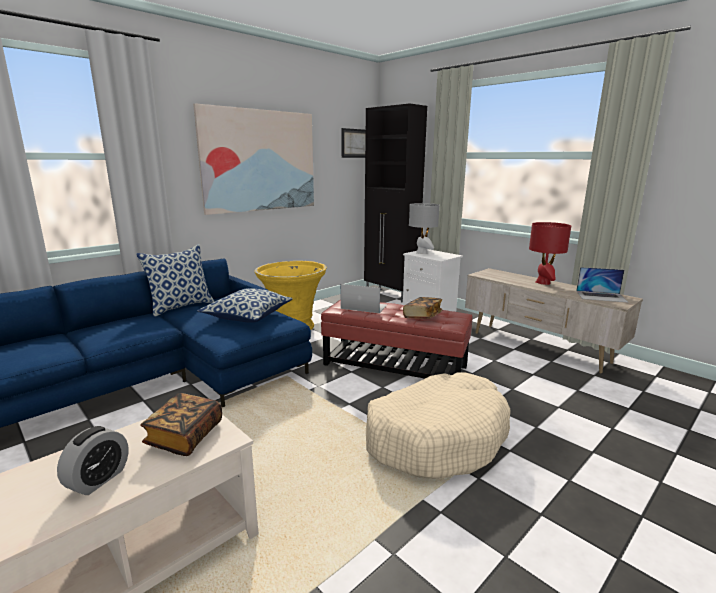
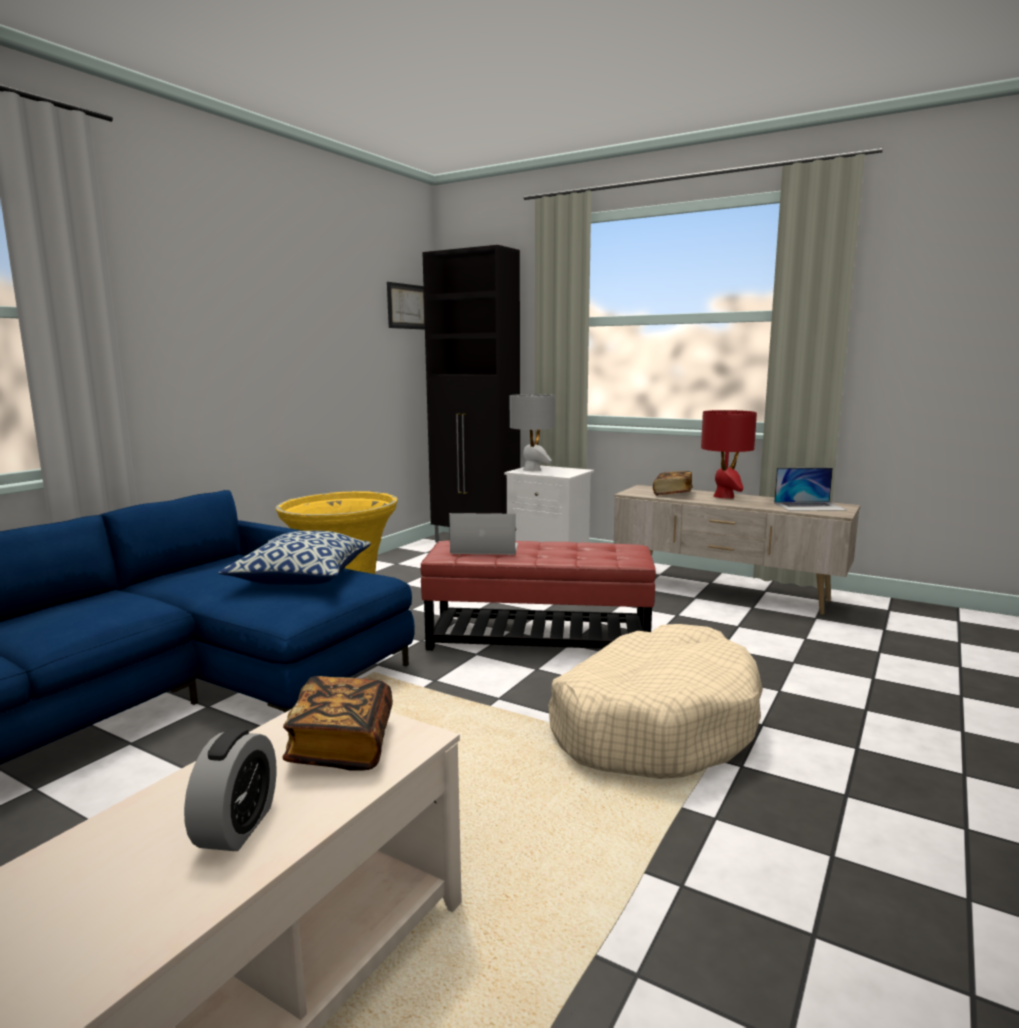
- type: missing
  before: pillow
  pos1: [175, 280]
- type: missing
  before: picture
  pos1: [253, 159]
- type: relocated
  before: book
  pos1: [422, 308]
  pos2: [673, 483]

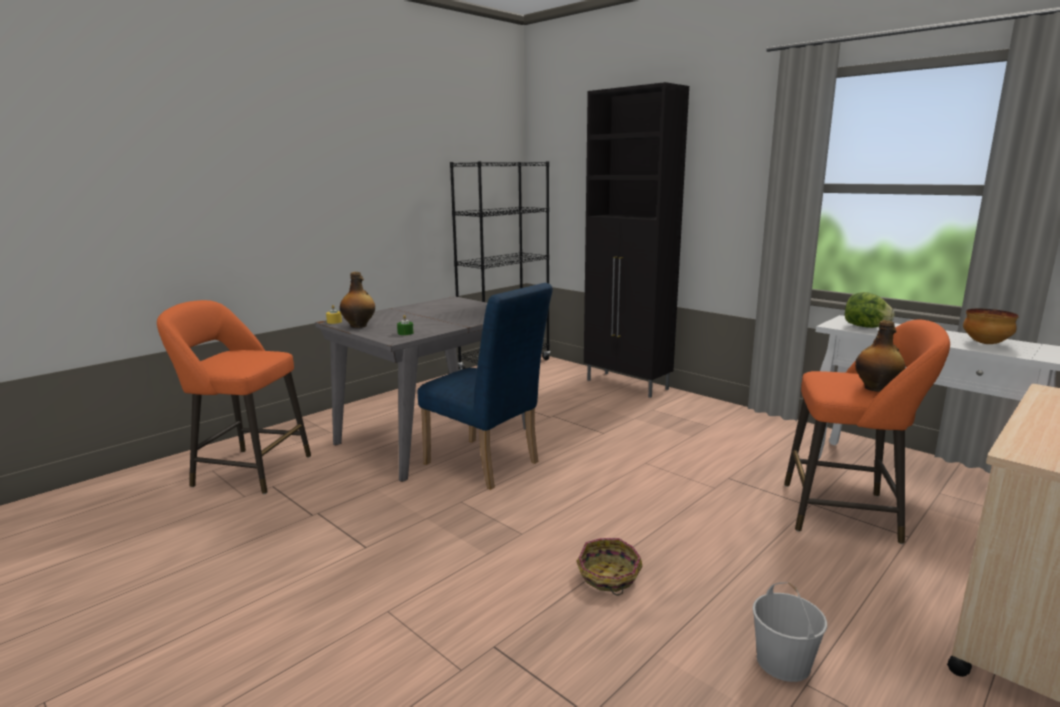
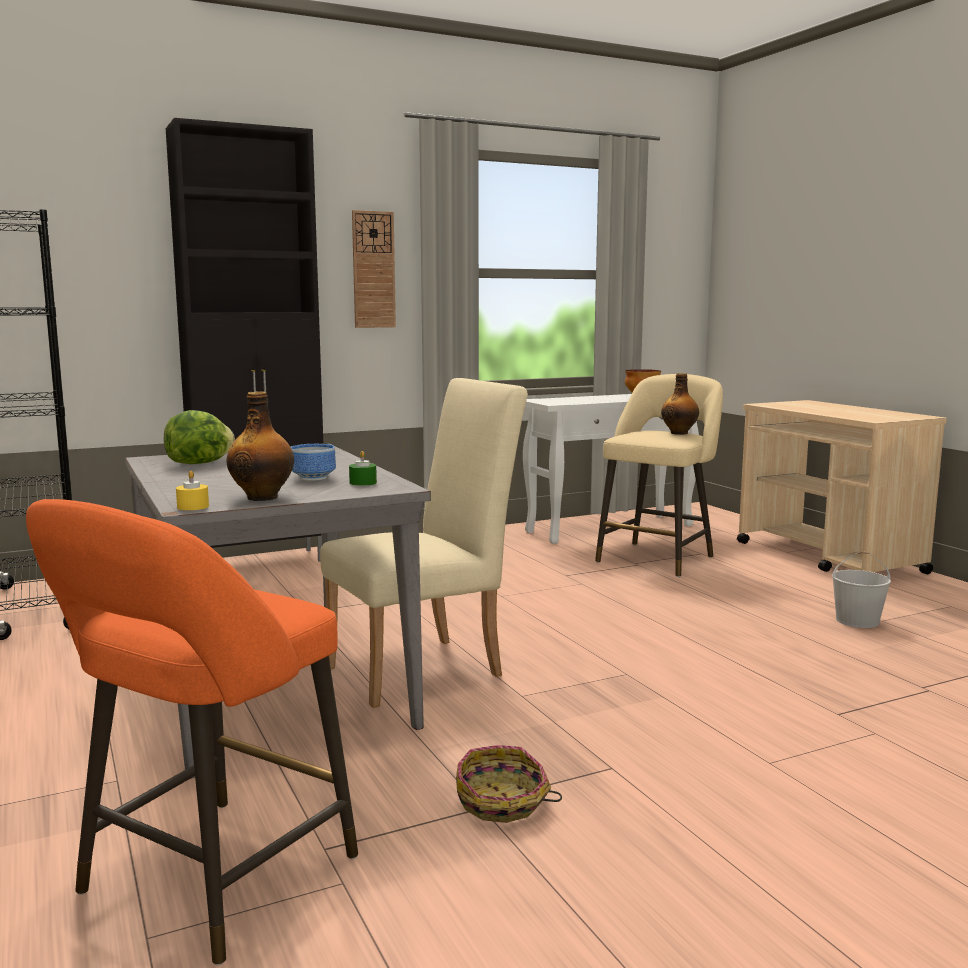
- type: colour
  before: blue chair
  after: beige chair
  pos1: [485, 386]
  pos2: [424, 543]
- type: relocated
  before: basket
  pos1: [609, 567]
  pos2: [509, 784]
- type: colour
  before: orange stool
  after: beige stool
  pos1: [867, 432]
  pos2: [659, 475]
- type: relocated
  before: lettuce
  pos1: [870, 310]
  pos2: [199, 437]
- type: appeared
  after: bowl
  pos2: [313, 462]
- type: appeared
  after: wall clock
  pos2: [374, 269]

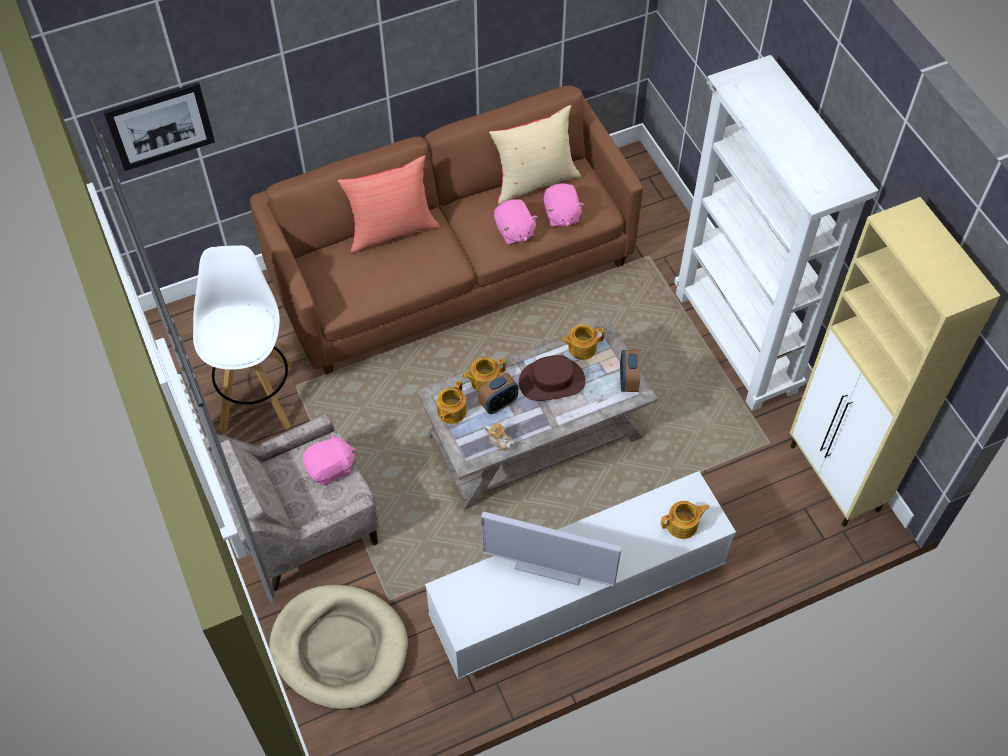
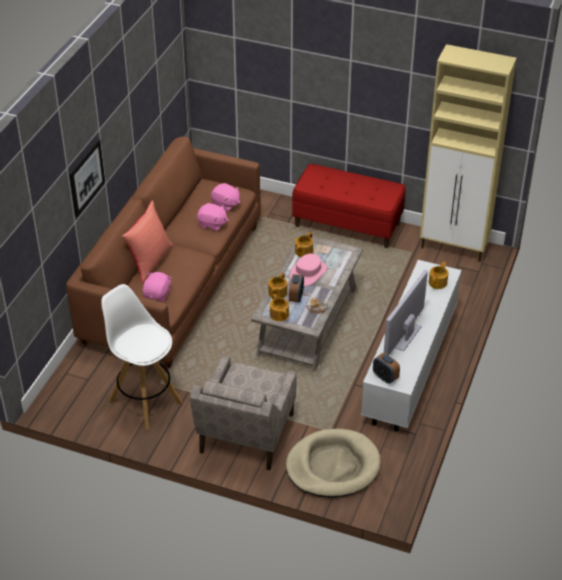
- type: relocated
  before: picture
  pos1: [159, 126]
  pos2: [87, 178]
- type: relocated
  before: pink plush toy
  pos1: [329, 458]
  pos2: [157, 286]
- type: spun
  before: television
  pos1: [552, 549]
  pos2: [406, 313]
  turn: 150
- type: missing
  before: beige pillow
  pos1: [535, 154]
- type: colour
  before: brown hat
  after: pink hat
  pos1: [552, 378]
  pos2: [308, 270]
- type: relocated
  before: alarm clock
  pos1: [630, 371]
  pos2: [386, 368]
- type: exchanged
  before: white bookcase
  after: red bench
  pos1: [776, 233]
  pos2: [349, 206]

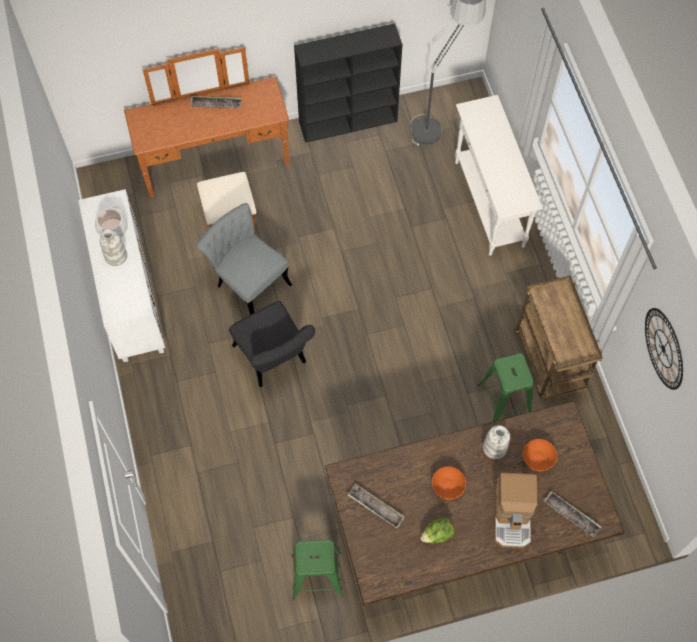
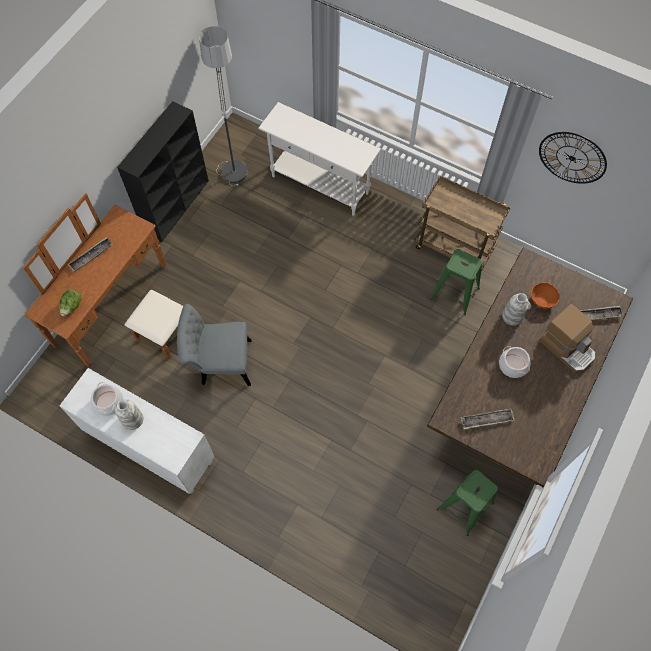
- type: missing
  before: black chair
  pos1: [272, 344]
- type: relocated
  before: lettuce
  pos1: [438, 531]
  pos2: [70, 302]
- type: exchanged
  before: orange bowl
  after: cooking pot
  pos1: [449, 483]
  pos2: [515, 362]

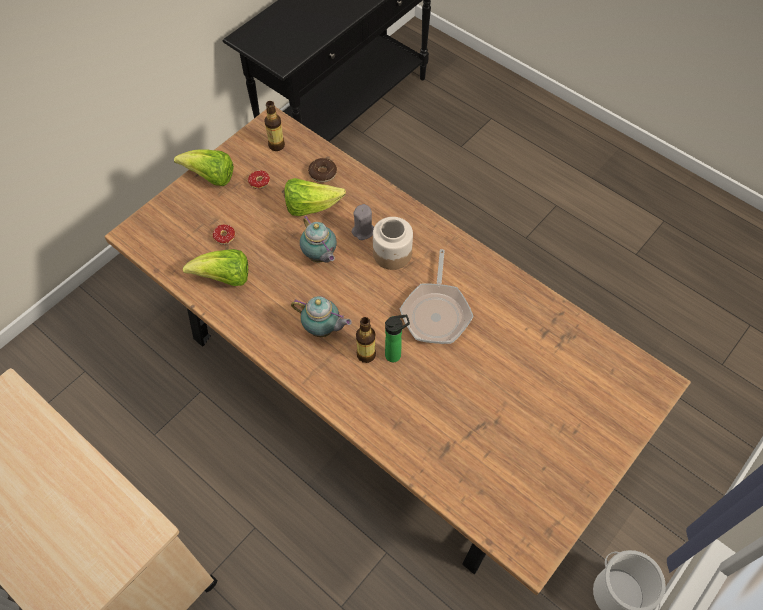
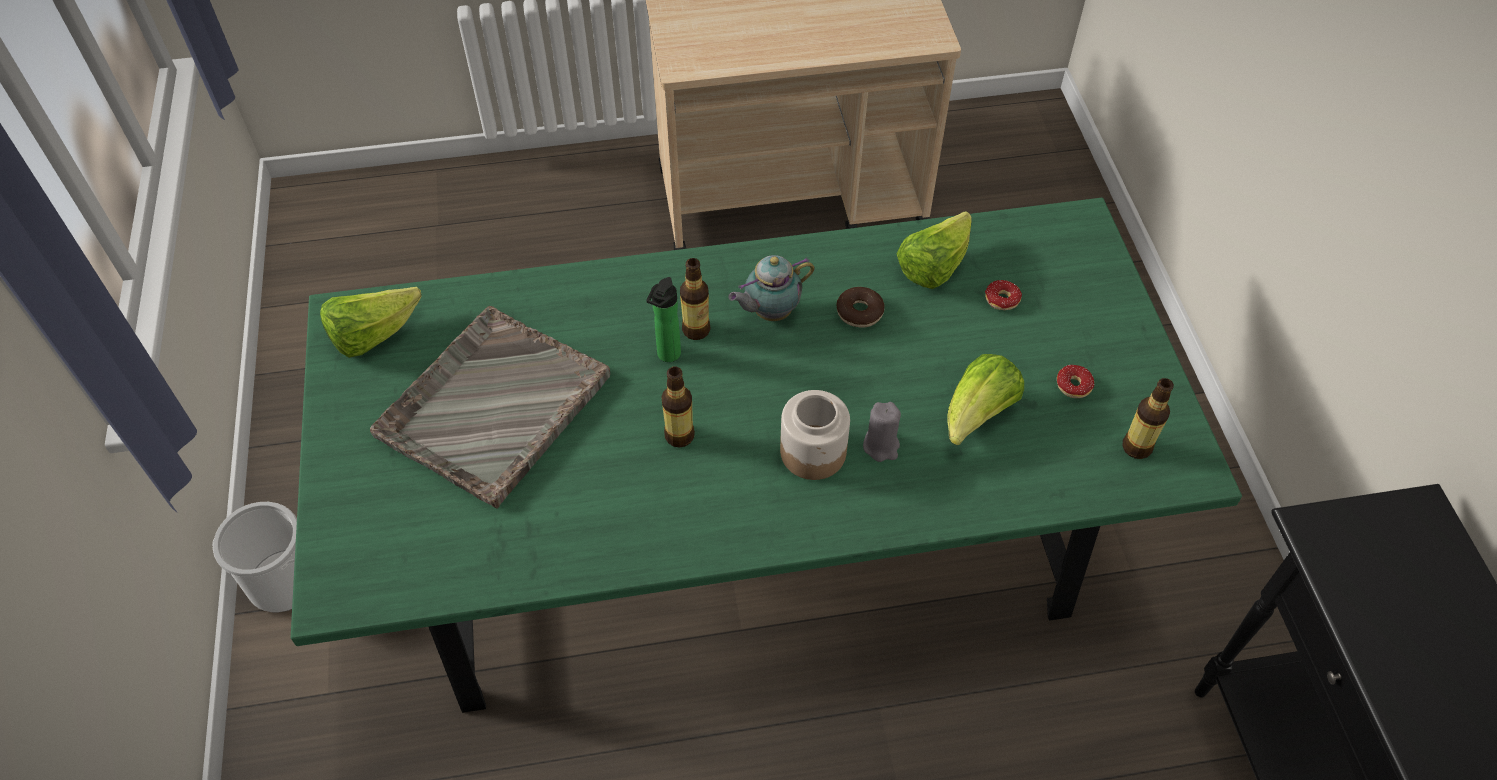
- type: colour
  before: brown dining table
  after: green dining table
  pos1: [398, 351]
  pos2: [766, 455]
- type: relocated
  before: lettuce
  pos1: [204, 167]
  pos2: [371, 322]
- type: missing
  before: teapot
  pos1: [318, 239]
- type: relocated
  before: donut
  pos1: [322, 170]
  pos2: [860, 307]
- type: exchanged
  before: frying pan
  after: bottle
  pos1: [437, 296]
  pos2: [678, 407]
- type: appeared
  after: grey tray
  pos2: [490, 407]

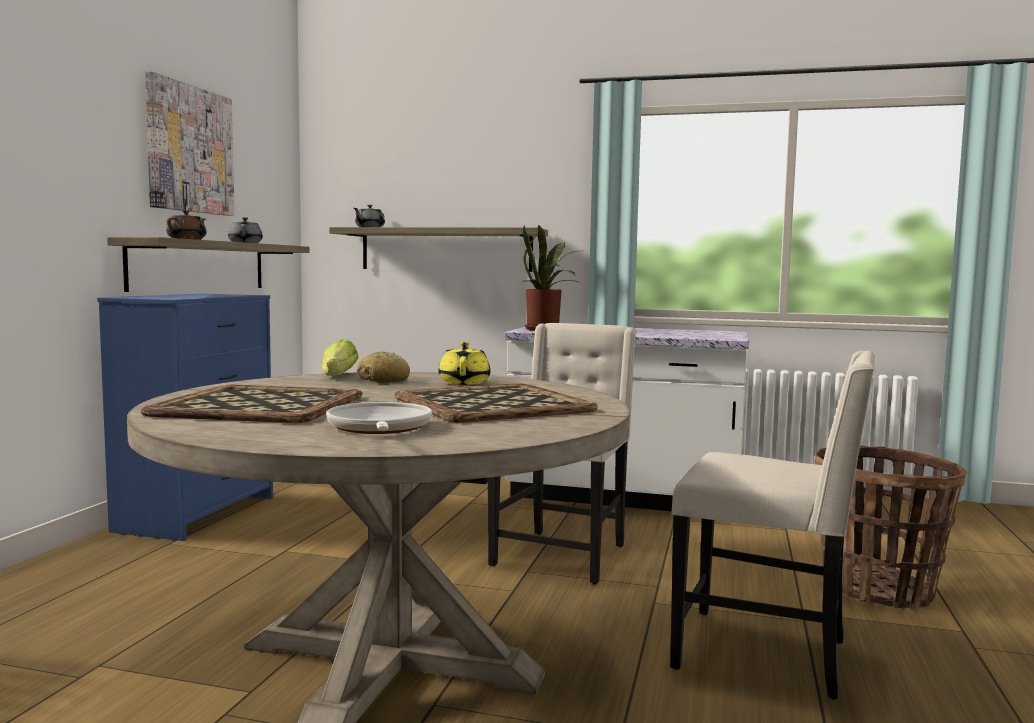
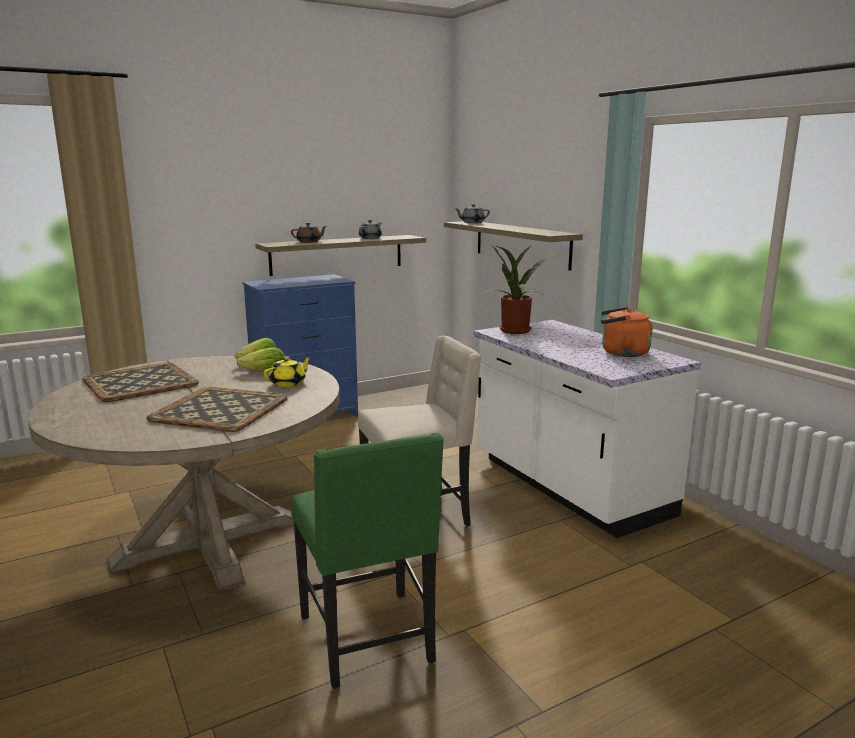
- type: missing
  before: picture
  pos1: [190, 143]
- type: missing
  before: frying pan
  pos1: [379, 418]
- type: exchanged
  before: bread
  after: lettuce
  pos1: [383, 367]
  pos2: [260, 358]
- type: colour
  before: beige chair
  after: green chair
  pos1: [772, 525]
  pos2: [367, 561]
- type: missing
  before: basket
  pos1: [890, 528]
- type: appeared
  after: orange kettle
  pos2: [626, 332]

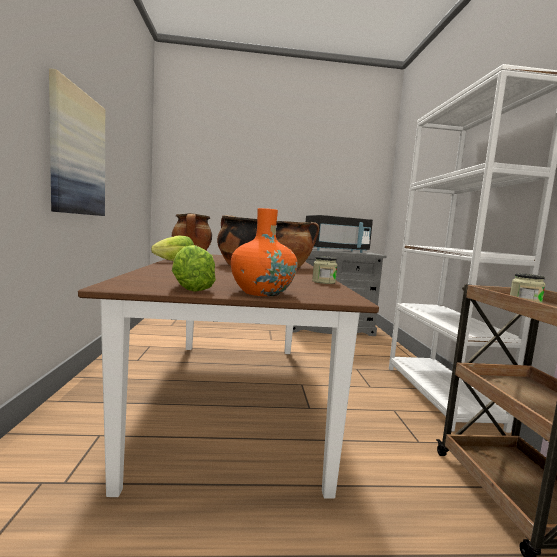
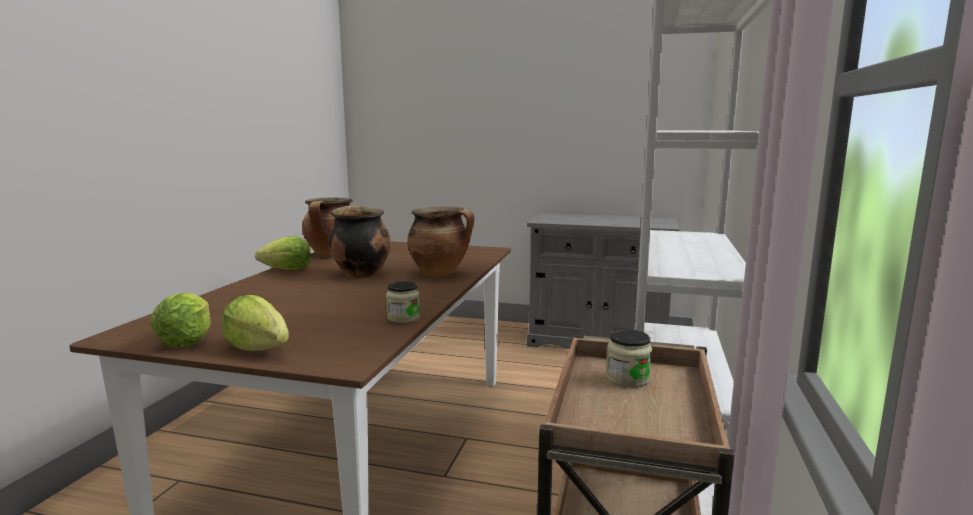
- type: missing
  before: picture
  pos1: [77, 142]
- type: exchanged
  before: orange vase
  after: lettuce
  pos1: [264, 252]
  pos2: [255, 323]
- type: missing
  before: black microwave
  pos1: [339, 234]

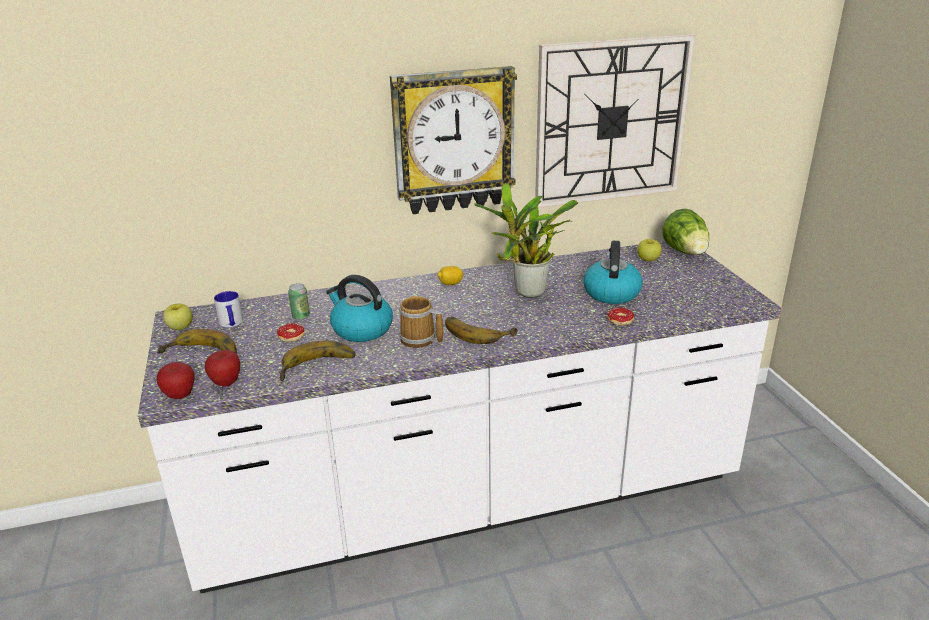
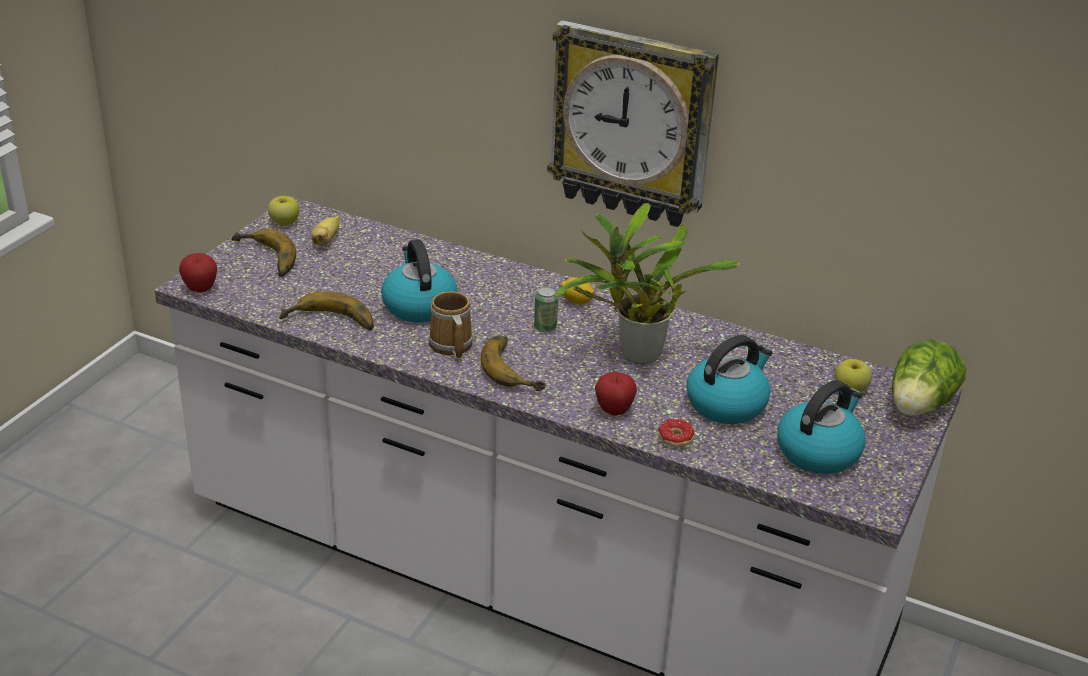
- type: relocated
  before: apple
  pos1: [222, 368]
  pos2: [616, 393]
- type: exchanged
  before: mug
  after: banana
  pos1: [228, 309]
  pos2: [325, 231]
- type: missing
  before: donut
  pos1: [291, 332]
- type: relocated
  before: can
  pos1: [299, 301]
  pos2: [546, 309]
- type: missing
  before: wall clock
  pos1: [615, 121]
- type: appeared
  after: kettle
  pos2: [821, 427]

